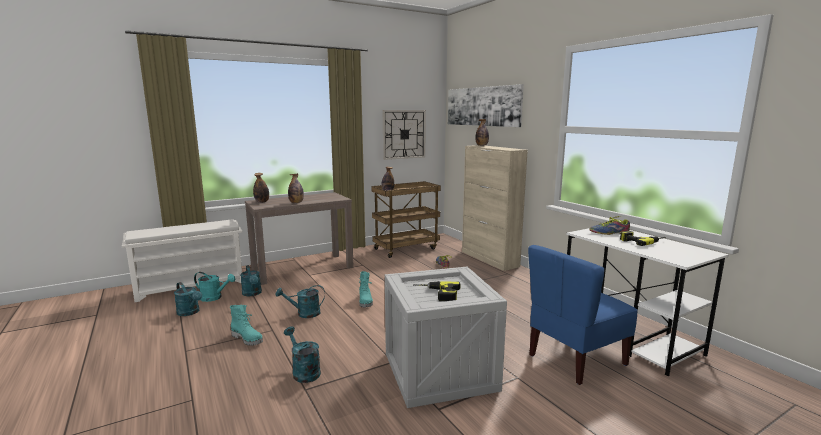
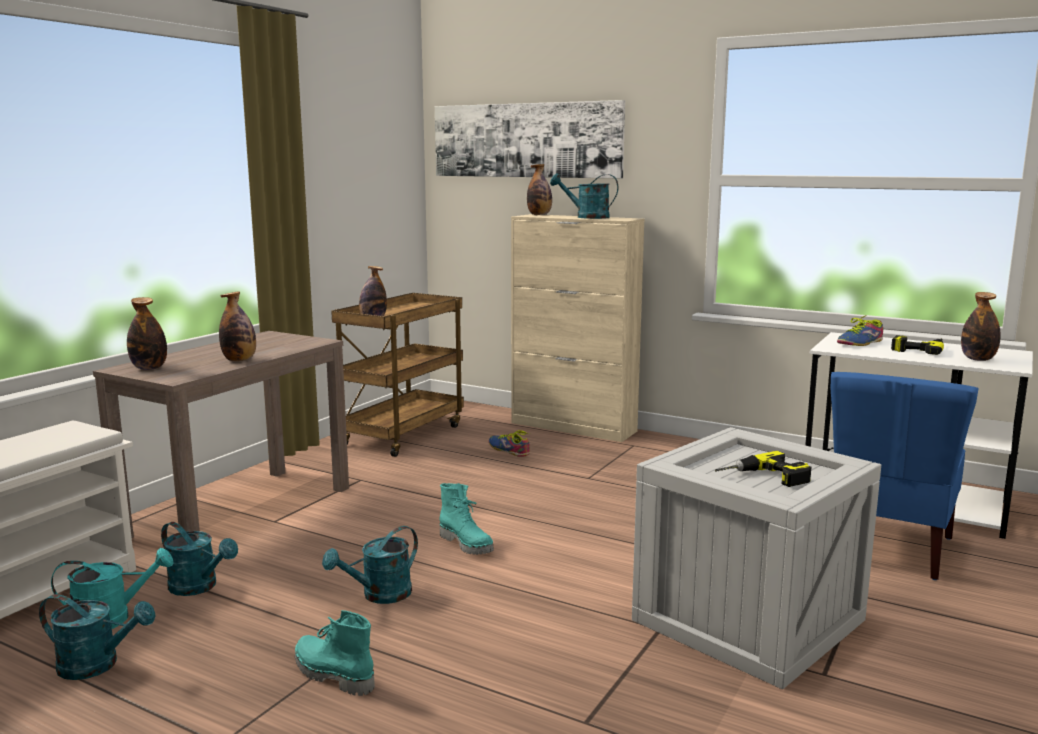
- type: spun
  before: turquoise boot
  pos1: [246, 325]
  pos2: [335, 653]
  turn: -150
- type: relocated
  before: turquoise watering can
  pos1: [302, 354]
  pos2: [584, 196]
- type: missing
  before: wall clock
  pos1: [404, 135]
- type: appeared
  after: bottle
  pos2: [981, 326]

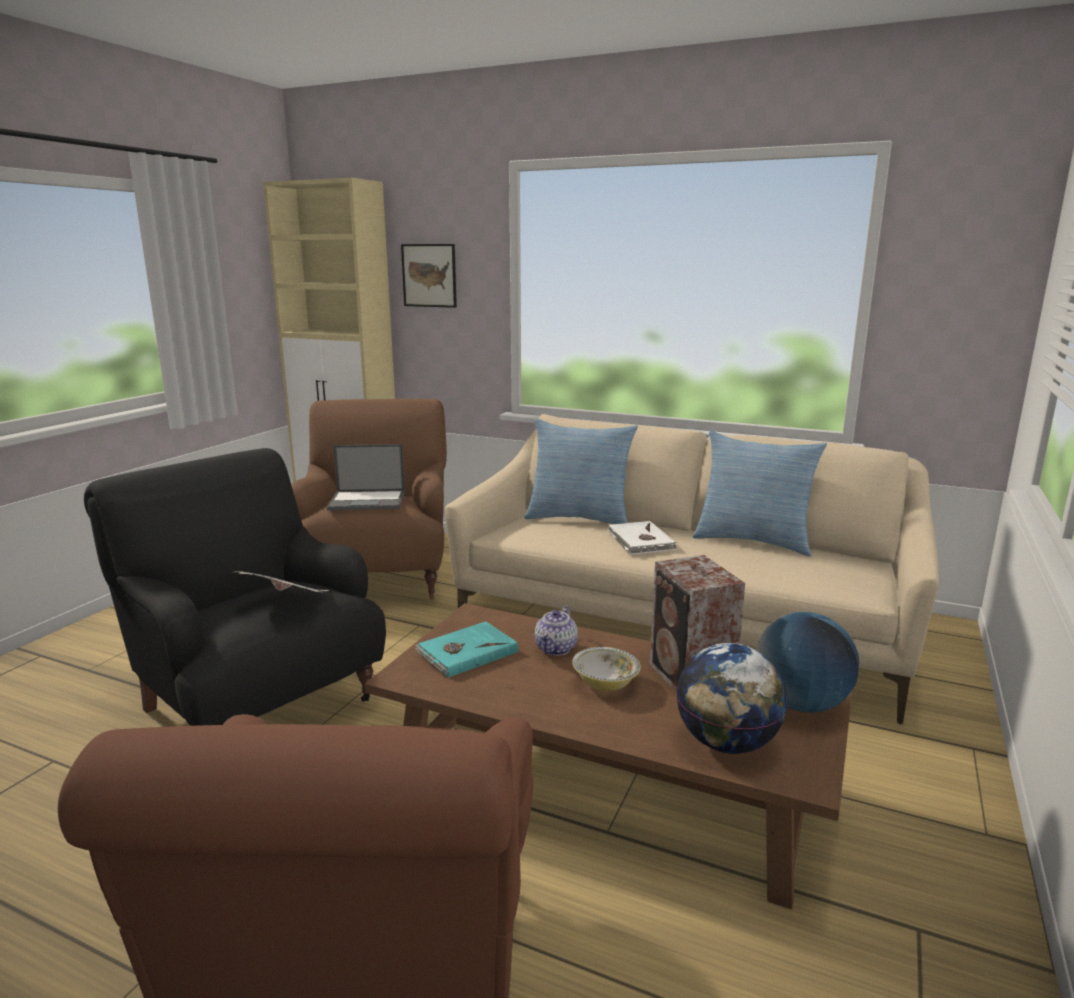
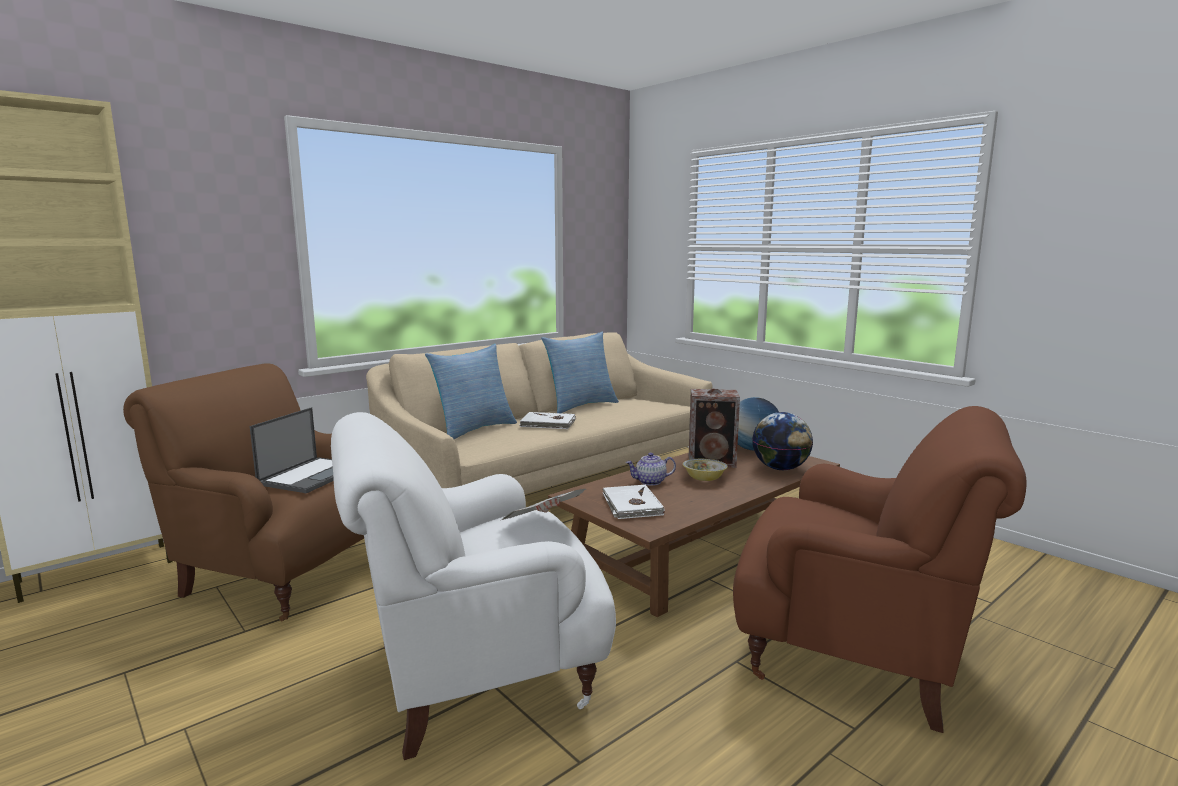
- type: colour
  before: black armchair
  after: white armchair
  pos1: [235, 587]
  pos2: [473, 586]
- type: missing
  before: picture
  pos1: [429, 276]
- type: colour
  before: turquoise book
  after: white book
  pos1: [466, 650]
  pos2: [633, 501]
- type: spun
  before: teapot
  pos1: [556, 631]
  pos2: [651, 469]
  turn: 120

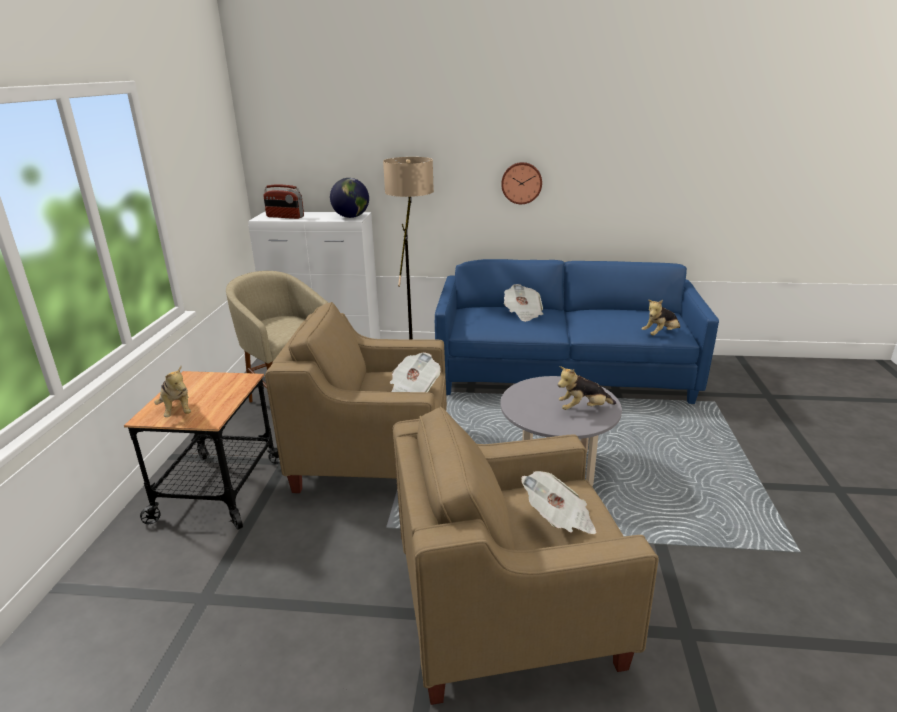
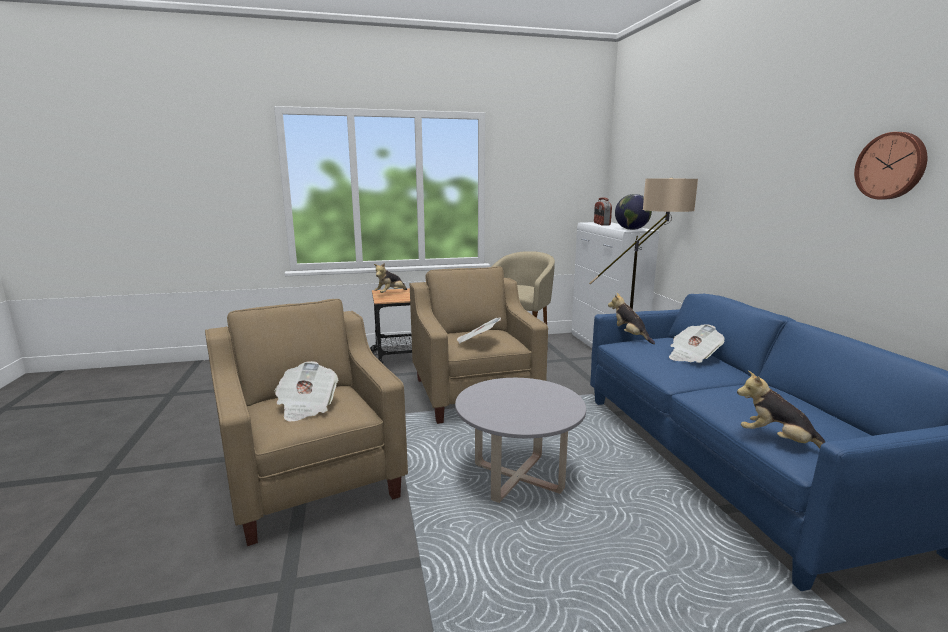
- type: relocated
  before: wall clock
  pos1: [521, 183]
  pos2: [890, 166]
- type: relocated
  before: plush toy
  pos1: [587, 388]
  pos2: [631, 318]

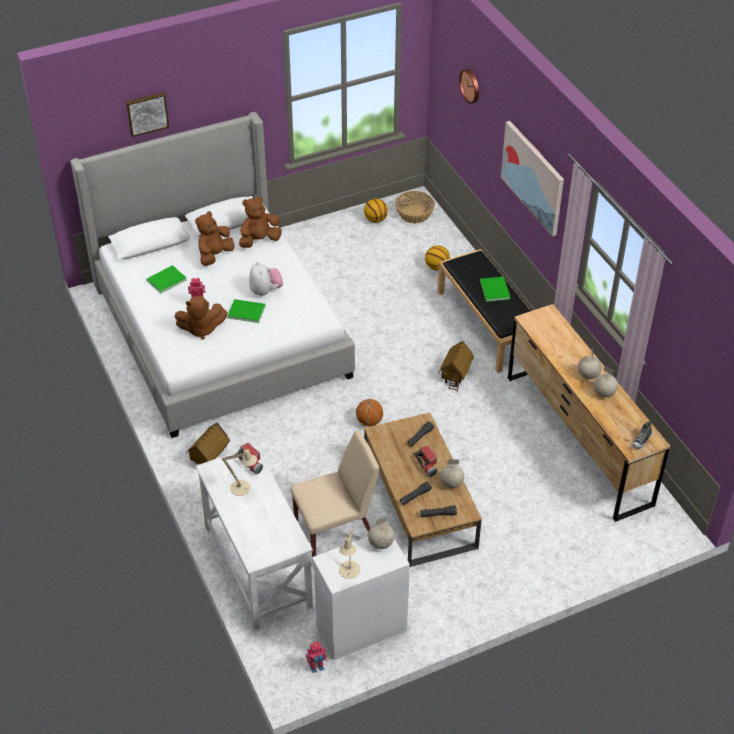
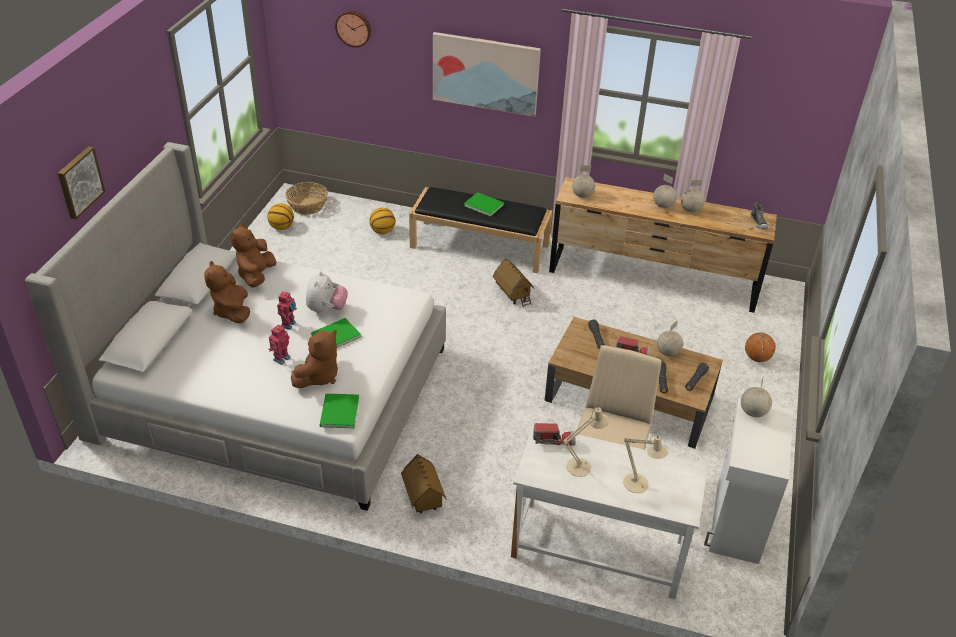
- type: relocated
  before: green book
  pos1: [166, 279]
  pos2: [339, 410]
- type: spun
  before: plush toy
  pos1: [266, 279]
  pos2: [326, 292]
  turn: 75
- type: relocated
  before: toy robot
  pos1: [316, 657]
  pos2: [287, 310]
- type: relocated
  before: beige table lamp
  pos1: [349, 554]
  pos2: [645, 462]
- type: relocated
  before: basketball
  pos1: [369, 412]
  pos2: [760, 347]
- type: appeared
  after: globe
  pos2: [583, 181]

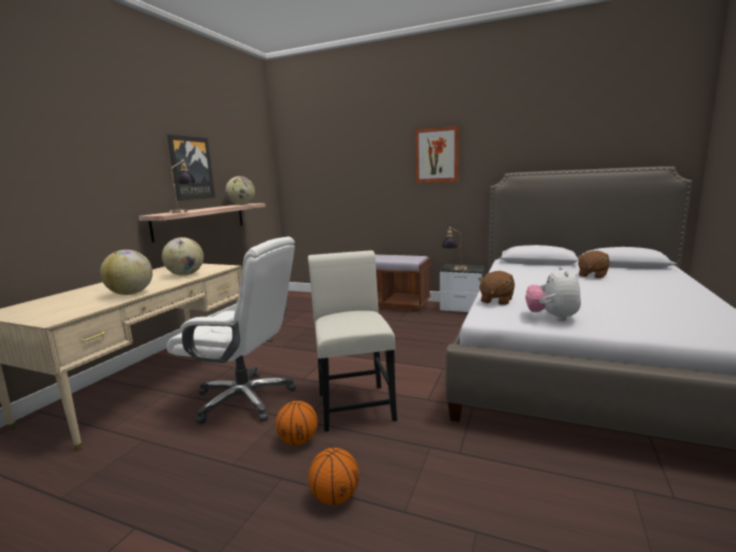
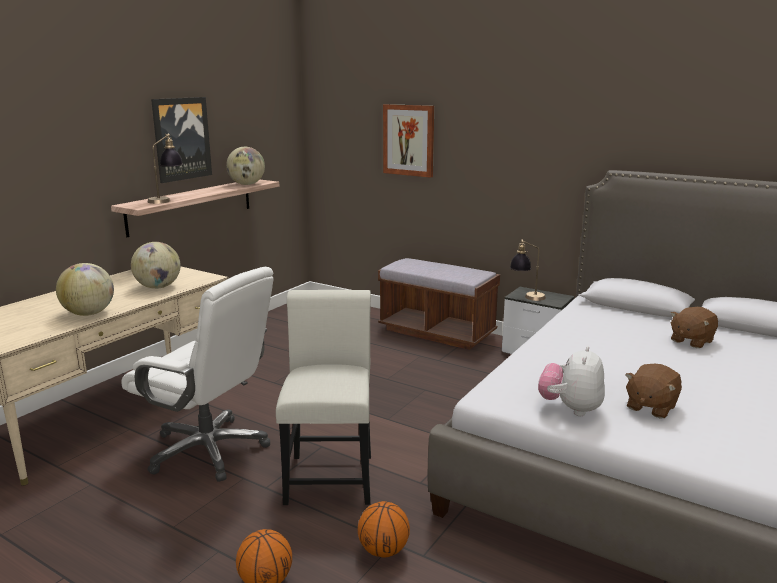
- type: relocated
  before: basketball
  pos1: [296, 423]
  pos2: [384, 529]
- type: relocated
  before: picture
  pos1: [437, 154]
  pos2: [408, 141]
- type: relocated
  before: brown plush toy
  pos1: [496, 288]
  pos2: [653, 391]

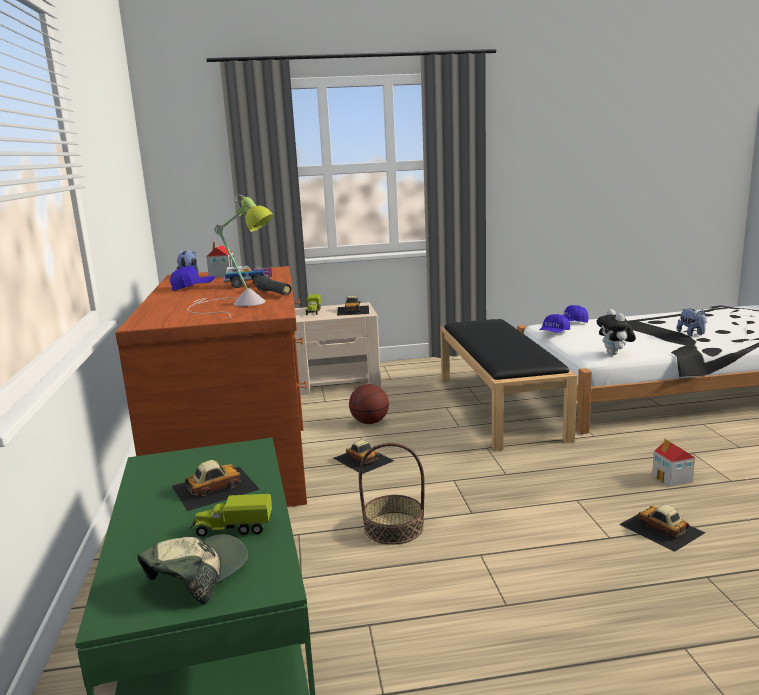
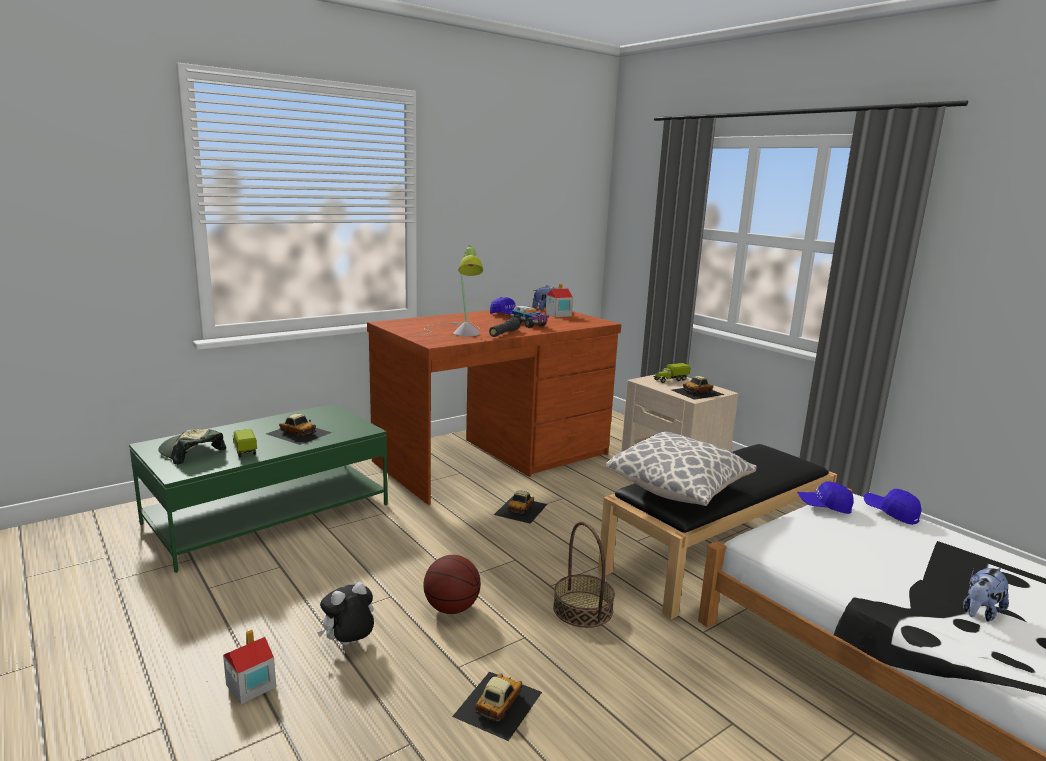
- type: spun
  before: cap
  pos1: [192, 569]
  pos2: [192, 447]
  turn: -150
- type: relocated
  before: basketball
  pos1: [369, 404]
  pos2: [452, 584]
- type: relocated
  before: basket
  pos1: [392, 494]
  pos2: [584, 575]
- type: relocated
  before: plush toy
  pos1: [616, 332]
  pos2: [345, 613]
- type: relocated
  before: toy house
  pos1: [673, 463]
  pos2: [249, 667]
- type: appeared
  after: pillow
  pos2: [681, 469]

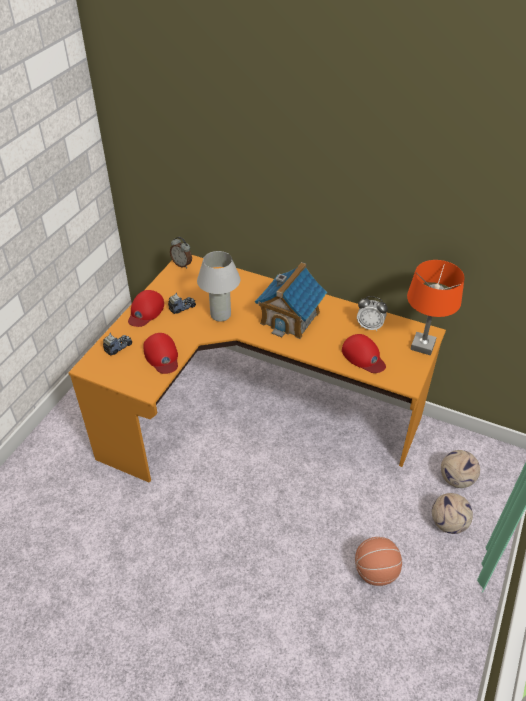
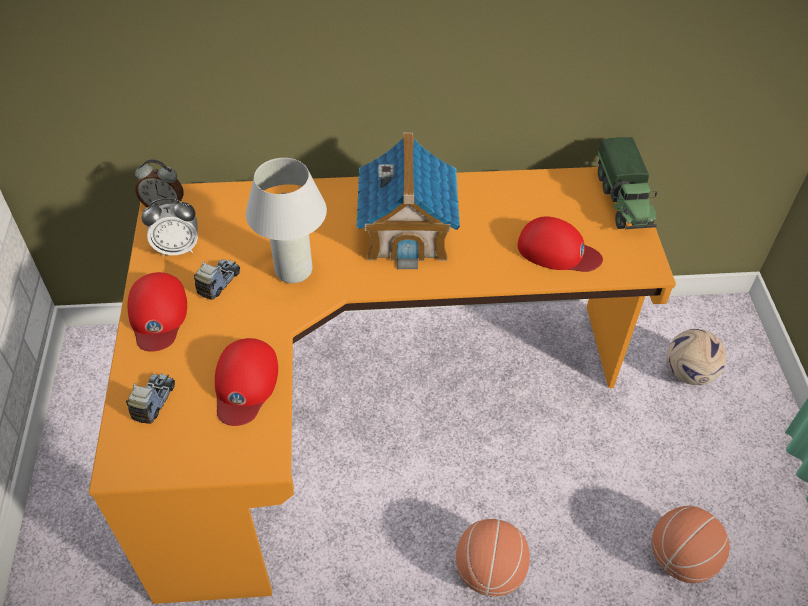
- type: spun
  before: red cap
  pos1: [160, 353]
  pos2: [246, 382]
  turn: 60
- type: relocated
  before: alarm clock
  pos1: [372, 313]
  pos2: [169, 227]
- type: exchanged
  before: orange table lamp
  after: toy truck
  pos1: [436, 308]
  pos2: [627, 183]
- type: missing
  before: football
  pos1: [452, 513]
- type: appeared
  after: basketball
  pos2: [493, 558]

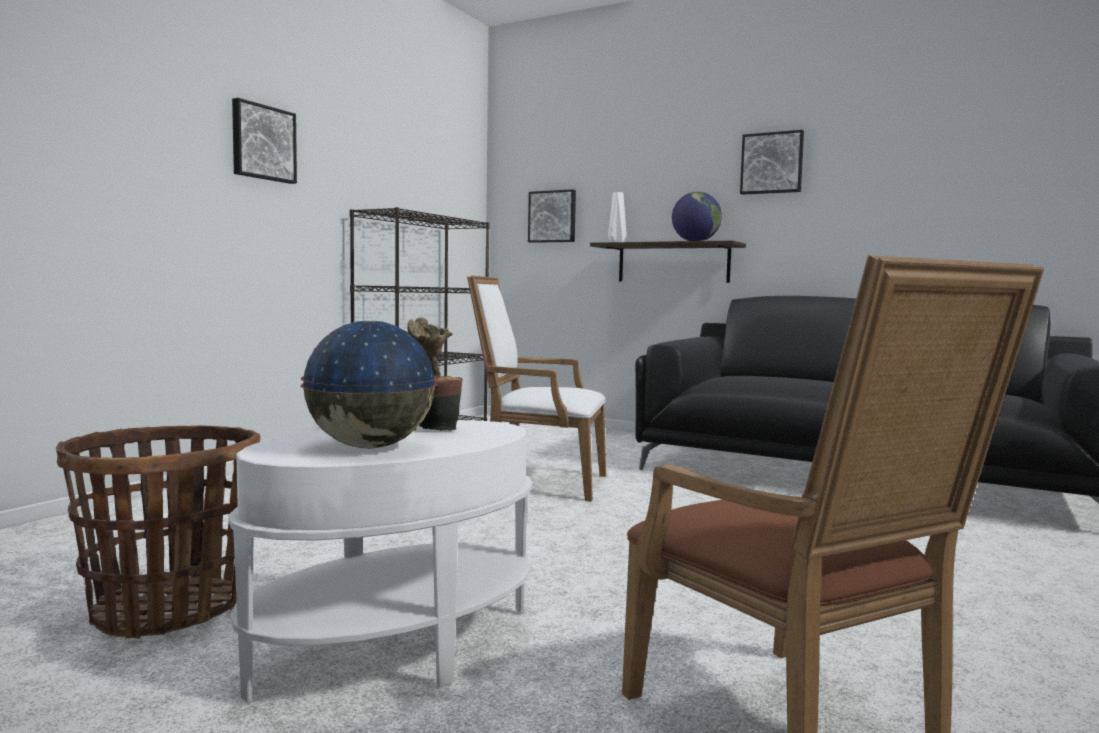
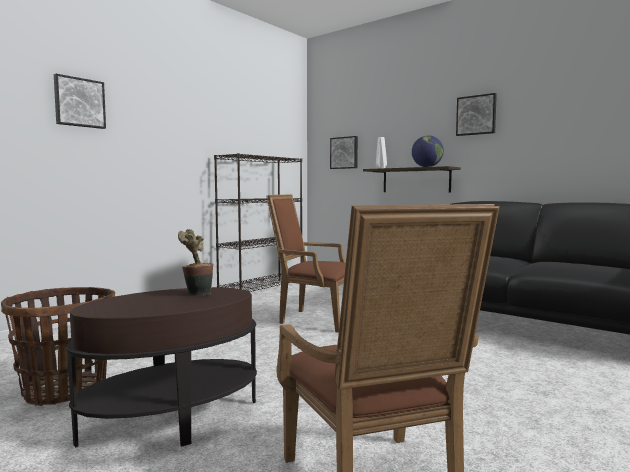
- type: colour
  before: white side table
  after: brown side table
  pos1: [380, 561]
  pos2: [161, 367]
- type: relocated
  before: picture
  pos1: [264, 141]
  pos2: [80, 101]
- type: missing
  before: globe
  pos1: [368, 384]
- type: colour
  before: white armchair
  after: brown armchair
  pos1: [536, 388]
  pos2: [306, 263]

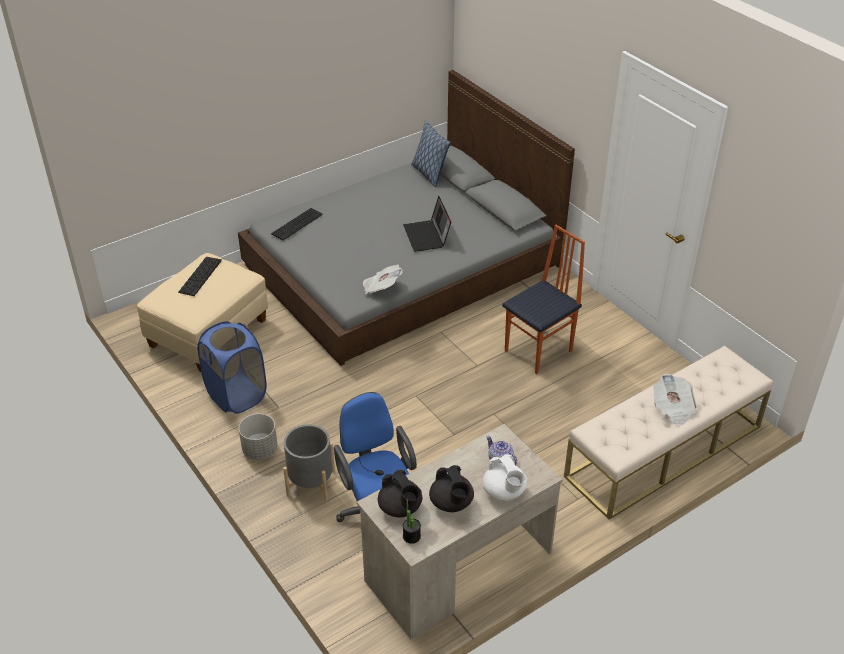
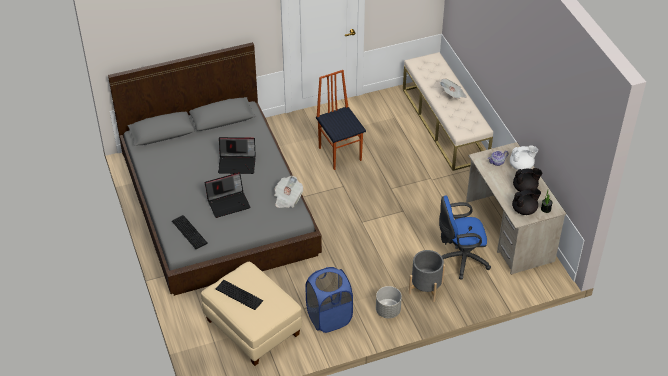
- type: missing
  before: pillow
  pos1: [431, 154]
- type: appeared
  after: laptop
  pos2: [228, 195]

